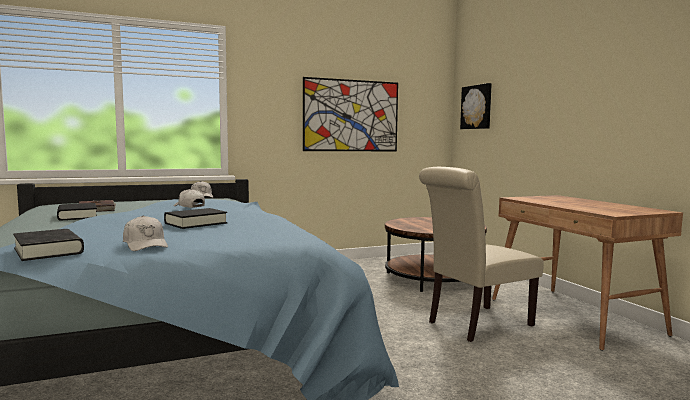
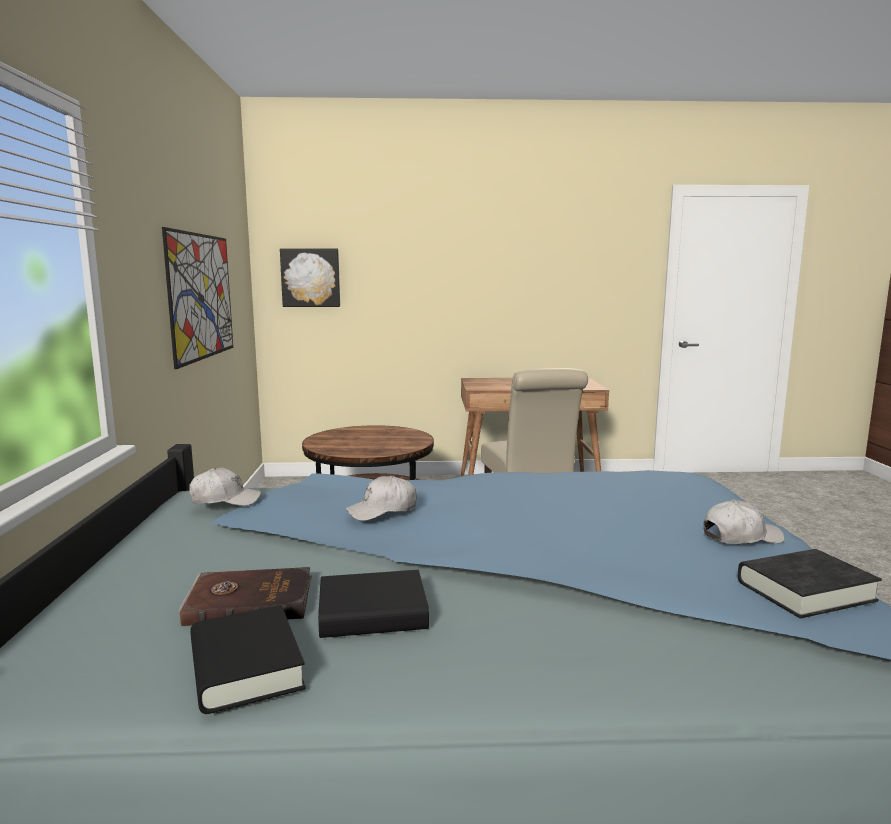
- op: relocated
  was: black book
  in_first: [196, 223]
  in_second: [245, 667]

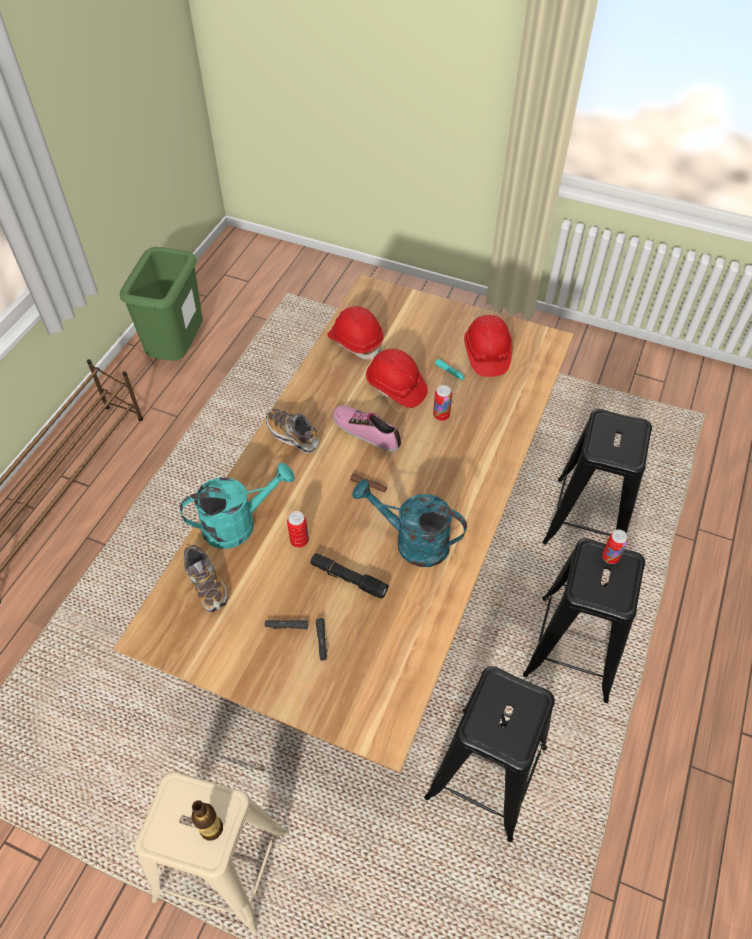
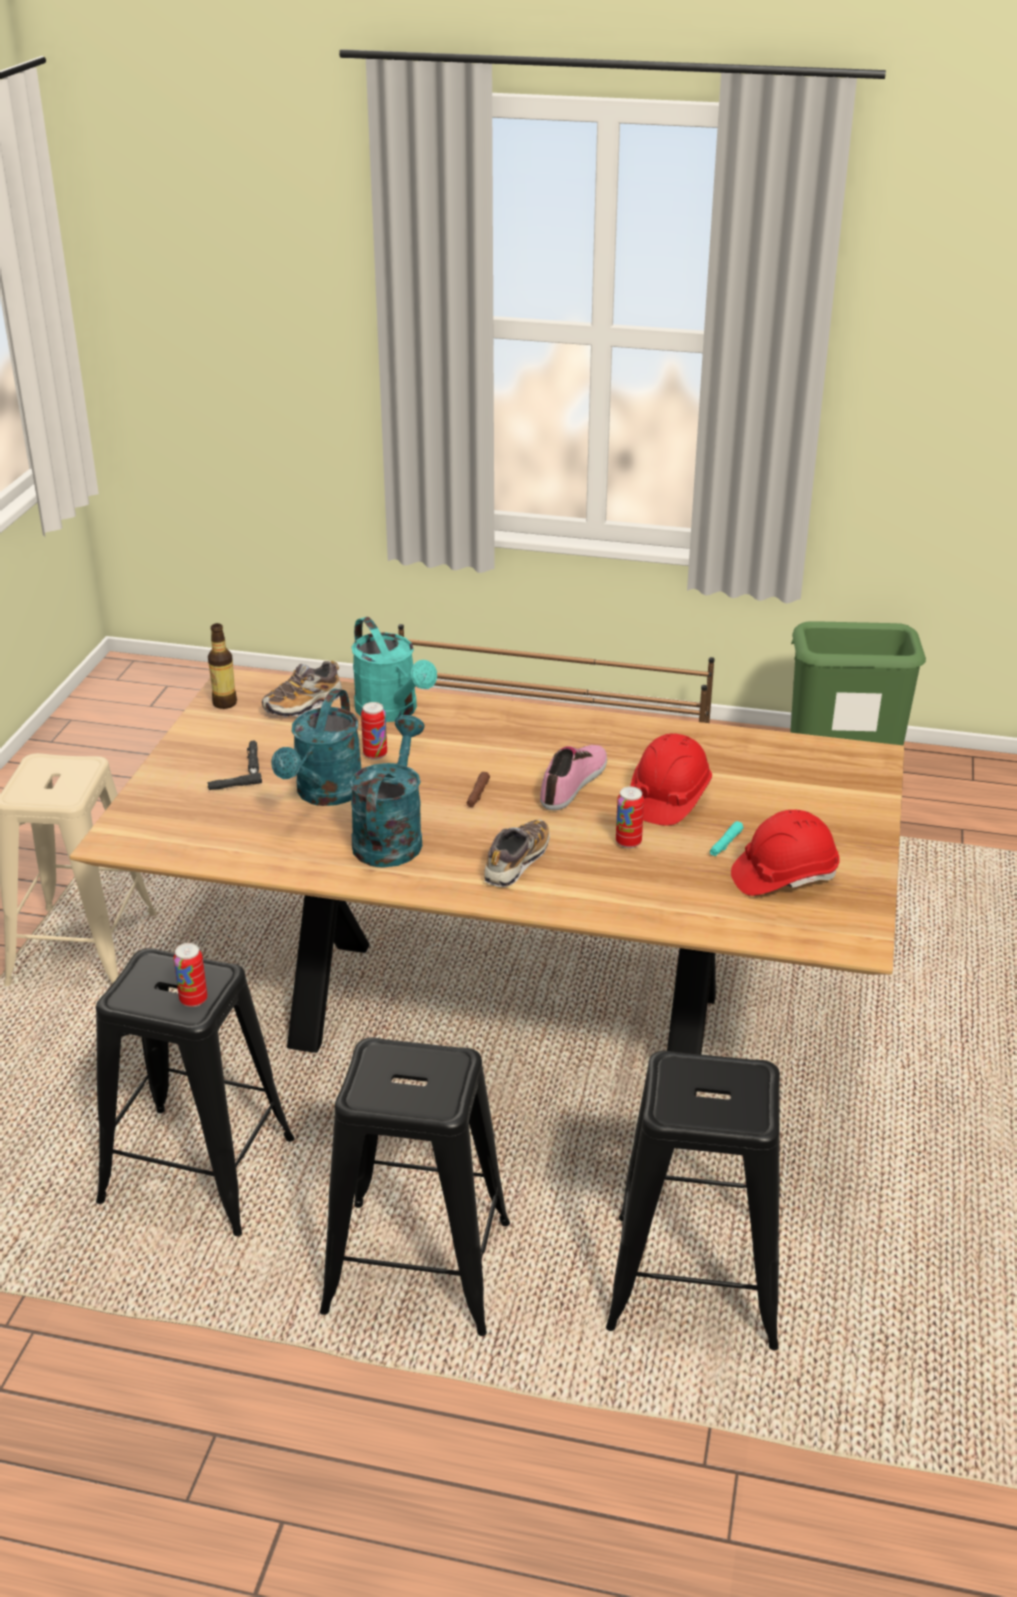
- op: missing
  was: red hard hat
  in_first: [355, 341]
- op: relocated
  was: bottle
  in_first: [212, 828]
  in_second: [225, 703]
- op: relocated
  was: shoe
  in_first: [293, 435]
  in_second: [516, 863]
- op: relocated
  was: can
  in_first: [610, 557]
  in_second: [193, 1000]
- op: exchanged
  was: black flashlight
  now: turquoise watering can
  in_first: [348, 578]
  in_second: [325, 795]

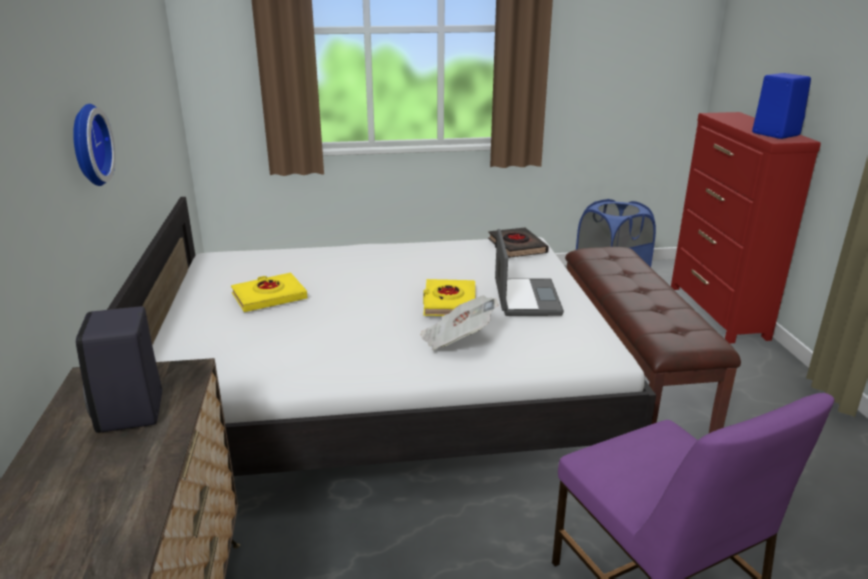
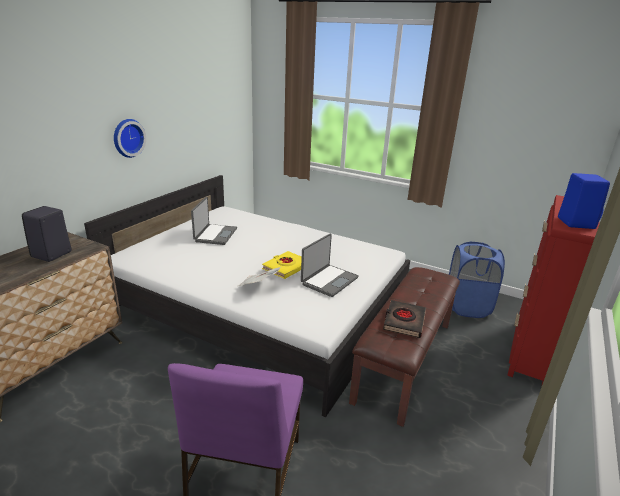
- op: relocated
  was: black book
  in_first: [516, 247]
  in_second: [404, 321]
- op: exchanged
  was: yellow book
  now: laptop
  in_first: [269, 297]
  in_second: [215, 235]

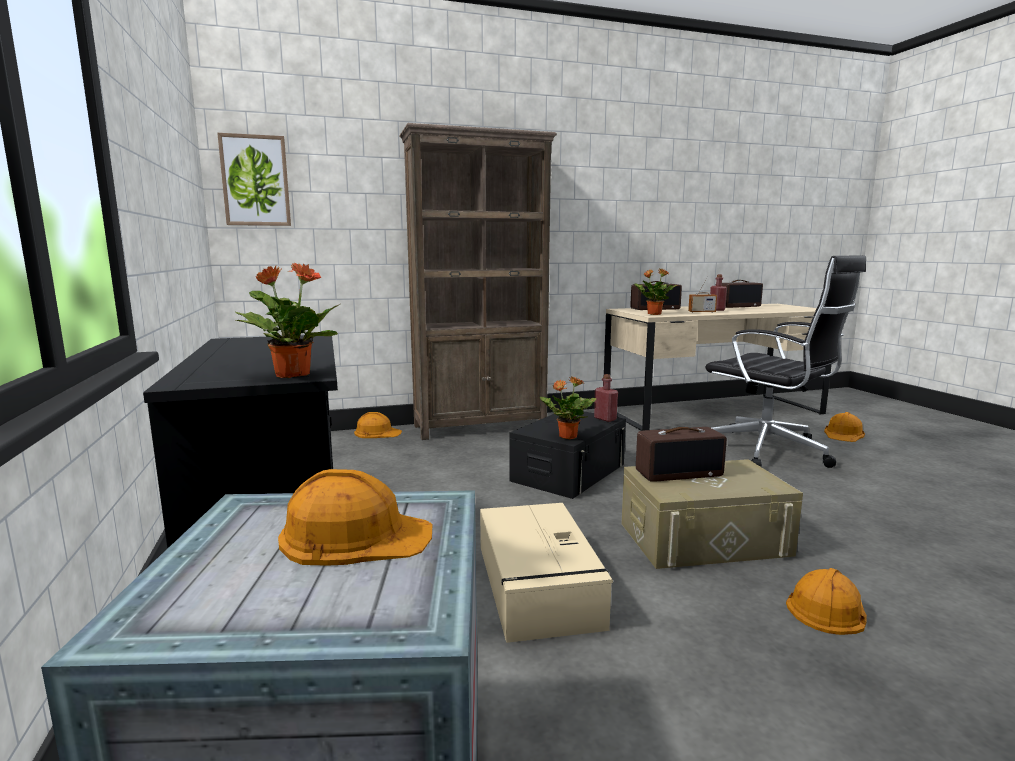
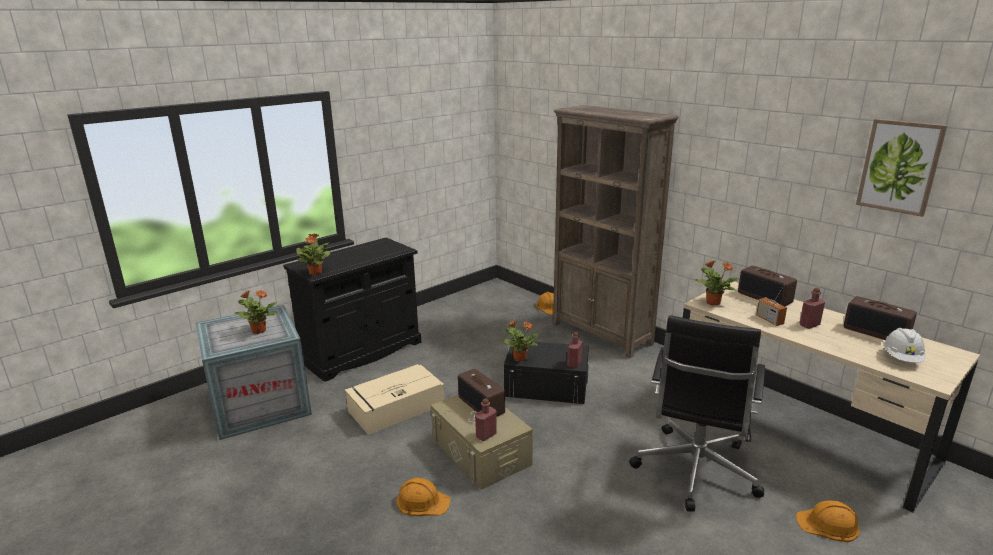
- op: appeared
  now: red bottle
  in_second: [486, 435]
- op: appeared
  now: white hard hat
  in_second: [902, 358]
- op: relocated
  was: picture
  in_first: [255, 181]
  in_second: [899, 166]
- op: exchanged
  was: orange hard hat
  now: potted plant
  in_first: [354, 535]
  in_second: [258, 331]

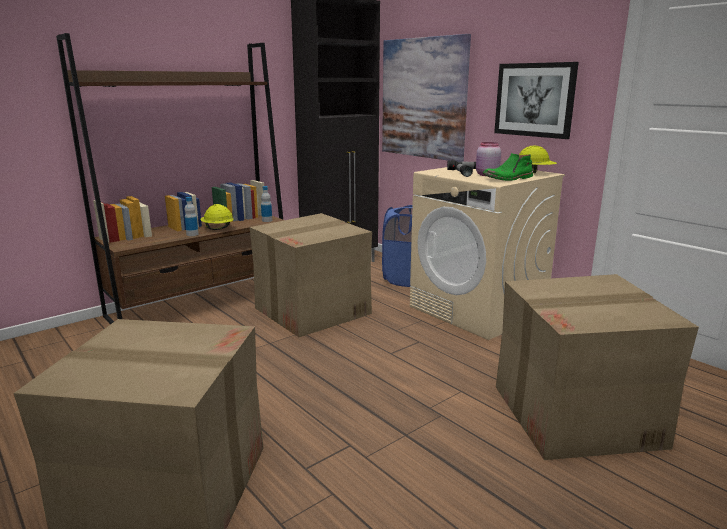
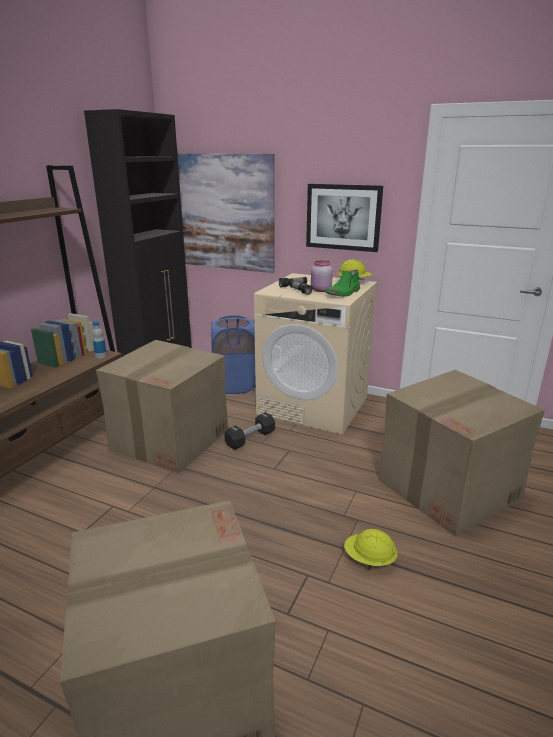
- op: missing
  was: bottle
  in_first: [192, 234]
- op: appeared
  now: black dumbbell
  in_second: [250, 439]
- op: relocated
  was: yellow hard hat
  in_first: [217, 228]
  in_second: [369, 560]

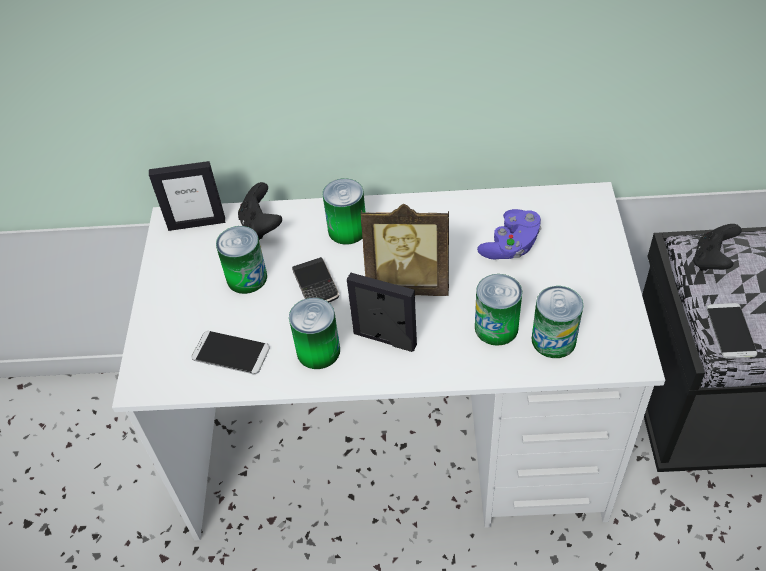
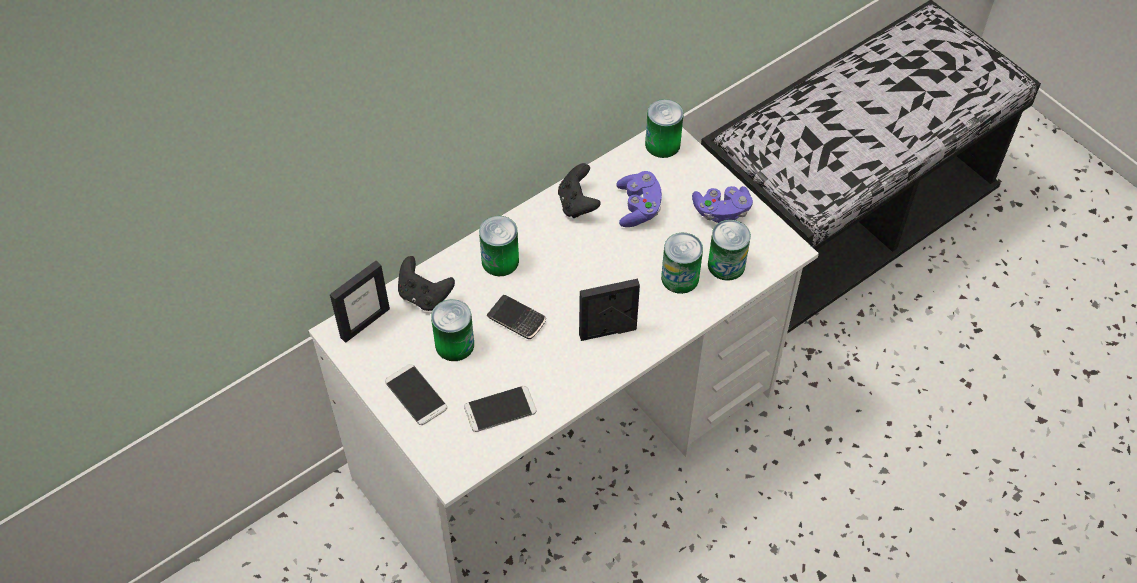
- op: missing
  was: picture frame
  in_first: [408, 283]
- op: appeared
  now: purple game controller
  in_second: [721, 211]
- op: relocated
  was: can
  in_first: [318, 351]
  in_second: [662, 144]
- op: relocated
  was: black game controller
  in_first: [712, 260]
  in_second: [577, 204]
- op: relocated
  was: phone
  in_first: [730, 331]
  in_second: [416, 395]

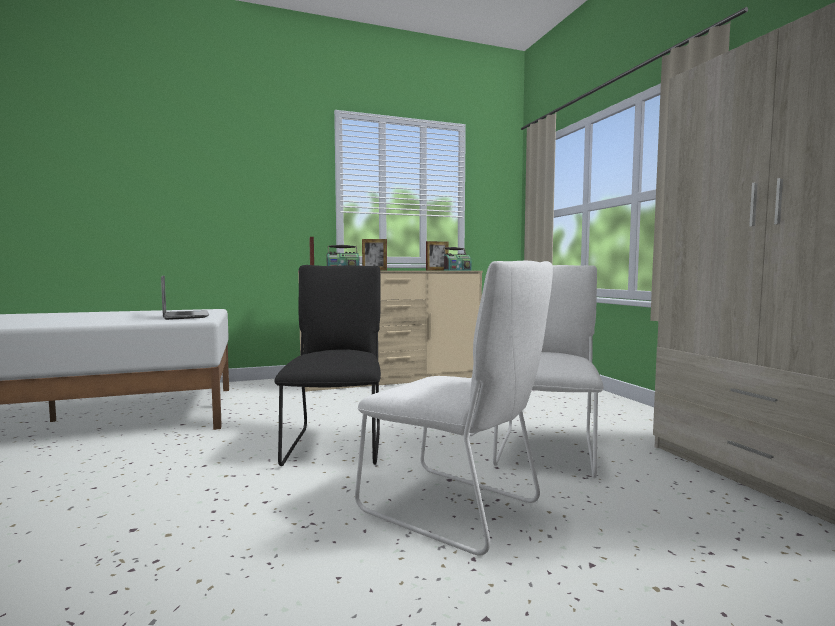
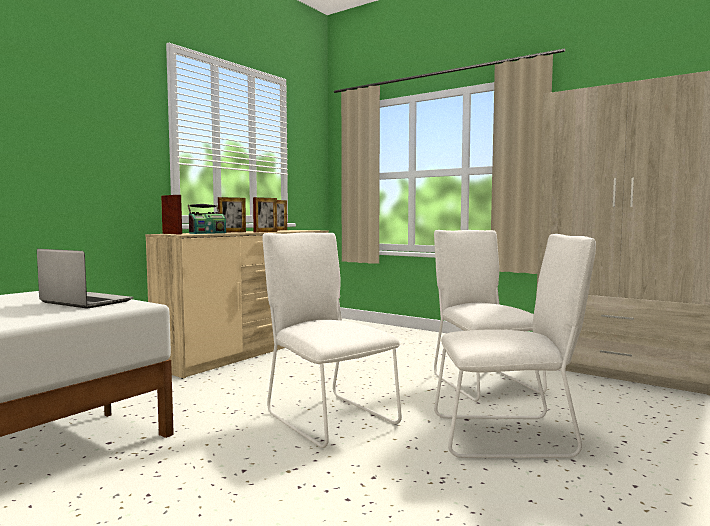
- op: missing
  was: radio
  in_first: [457, 270]
- op: appeared
  now: picture frame
  in_second: [265, 232]
- op: colour
  was: black chair
  now: white chair
  in_first: [336, 444]
  in_second: [327, 417]

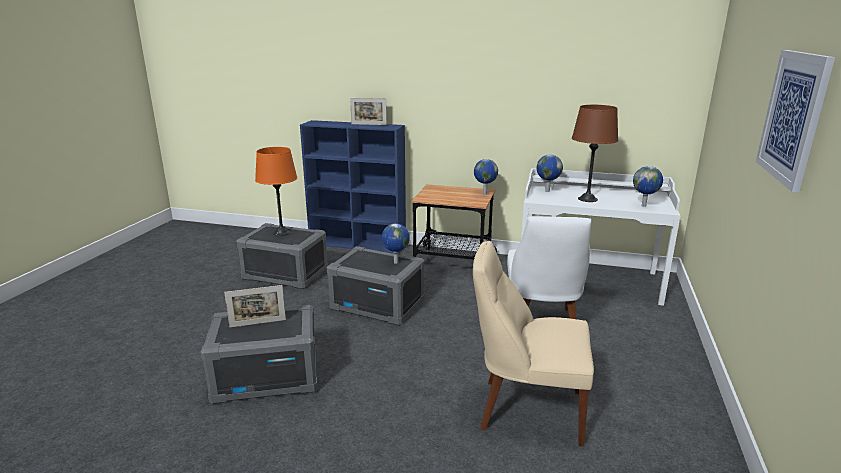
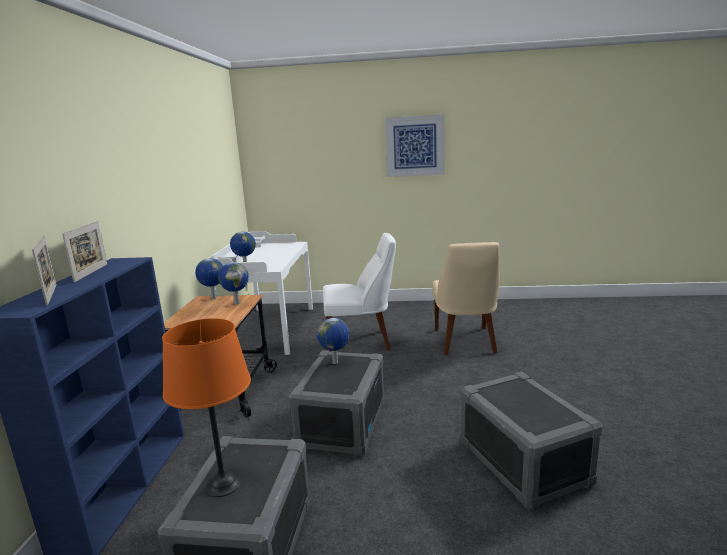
- op: missing
  was: brown table lamp
  in_first: [587, 199]
- op: relocated
  was: picture frame
  in_first: [258, 323]
  in_second: [51, 294]
- op: relocated
  was: globe
  in_first: [644, 206]
  in_second: [237, 303]

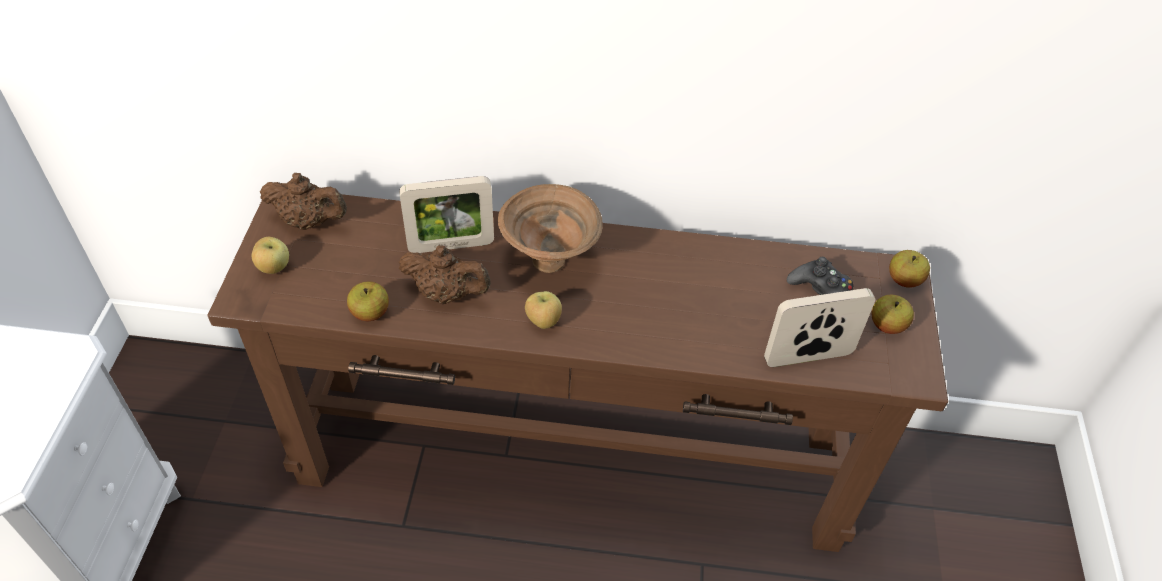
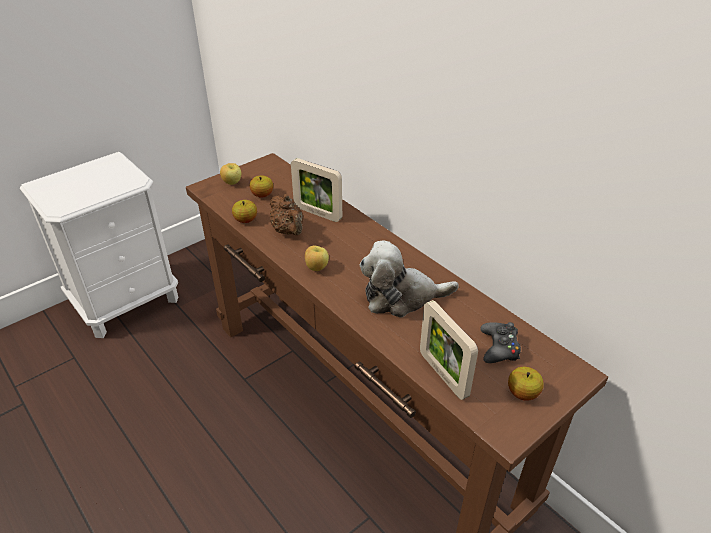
- op: missing
  was: brown teapot
  in_first: [309, 221]
- op: missing
  was: brown bowl
  in_first: [551, 262]
- op: appeared
  now: plush toy
  in_second: [401, 297]
- op: relocated
  was: apple
  in_first: [904, 280]
  in_second: [262, 195]
- op: spun
  was: picture frame
  in_first: [808, 357]
  in_second: [443, 375]
  clockwise: -150

